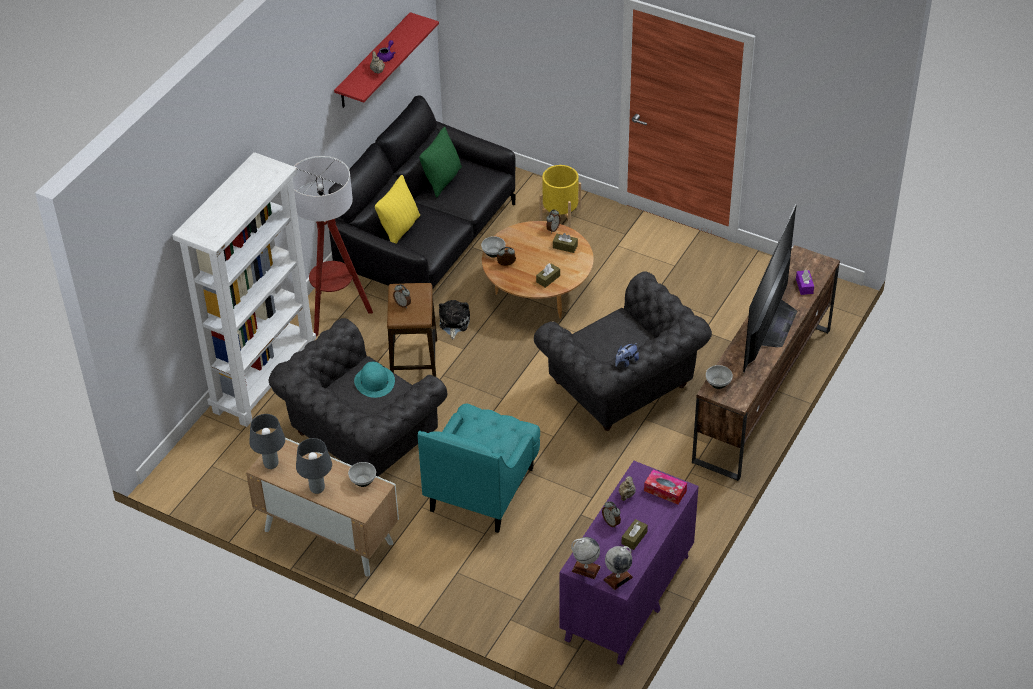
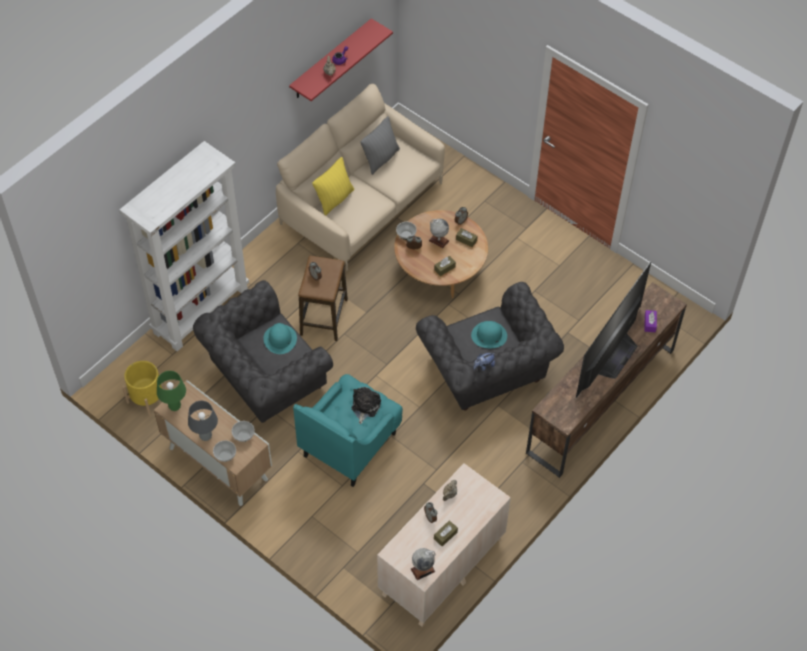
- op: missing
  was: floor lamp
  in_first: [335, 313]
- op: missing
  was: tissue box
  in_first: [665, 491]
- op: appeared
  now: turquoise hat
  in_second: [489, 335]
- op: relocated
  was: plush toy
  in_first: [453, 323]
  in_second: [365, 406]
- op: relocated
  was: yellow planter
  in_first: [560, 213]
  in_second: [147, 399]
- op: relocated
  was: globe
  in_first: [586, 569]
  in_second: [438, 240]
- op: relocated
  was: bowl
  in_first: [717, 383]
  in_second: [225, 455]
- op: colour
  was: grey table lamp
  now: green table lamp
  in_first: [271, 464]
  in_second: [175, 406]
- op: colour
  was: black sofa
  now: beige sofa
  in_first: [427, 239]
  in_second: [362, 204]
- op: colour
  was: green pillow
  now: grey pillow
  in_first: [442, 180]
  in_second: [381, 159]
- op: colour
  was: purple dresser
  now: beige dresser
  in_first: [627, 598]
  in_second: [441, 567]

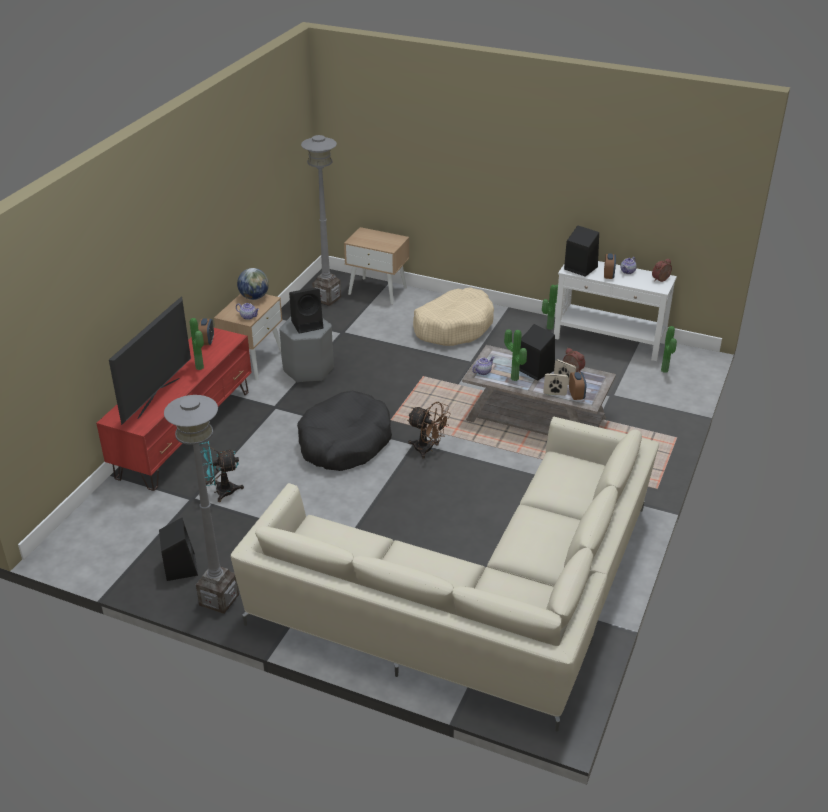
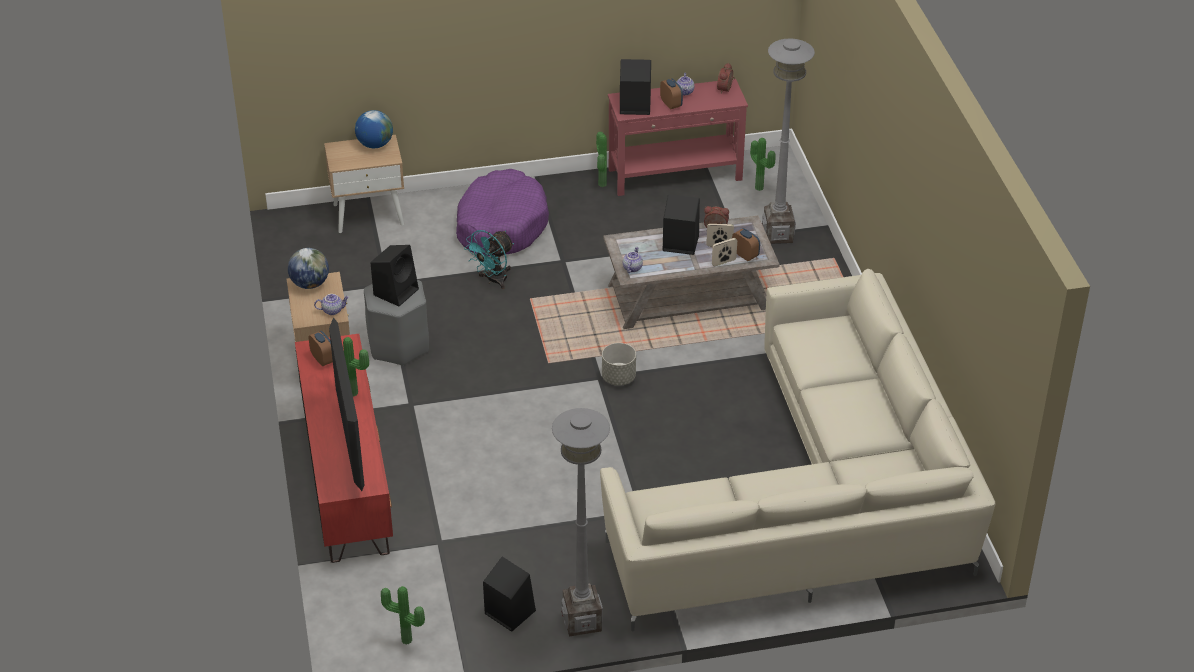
- op: missing
  was: black dog bed
  in_first: [344, 443]
- op: appeared
  now: globe
  in_second: [375, 144]
- op: relocated
  was: turquoise fan
  in_first: [220, 491]
  in_second: [493, 280]
- op: relocated
  was: grey floor lamp
  in_first: [327, 298]
  in_second: [777, 235]
- op: relocated
  was: potted plant
  in_first: [513, 379]
  in_second: [406, 642]
- op: exchanged
  was: brown fan
  now: grey planter
  in_first: [428, 449]
  in_second: [618, 378]
- op: colour
  was: beige dog bed
  now: purple dog bed
  in_first: [453, 327]
  in_second: [501, 225]
- op: colour
  was: white console table
  now: red console table
  in_first: [609, 340]
  in_second: [676, 175]

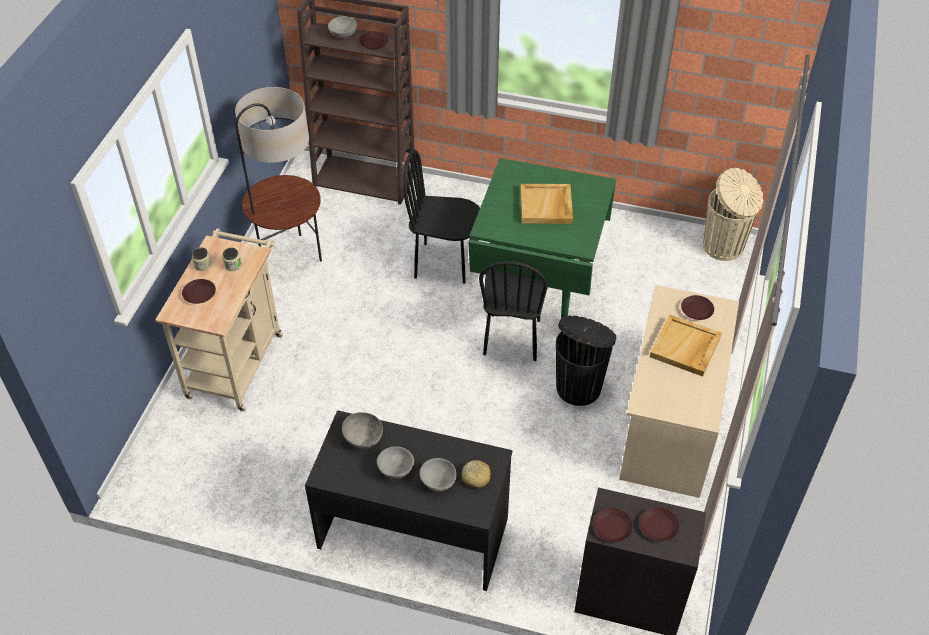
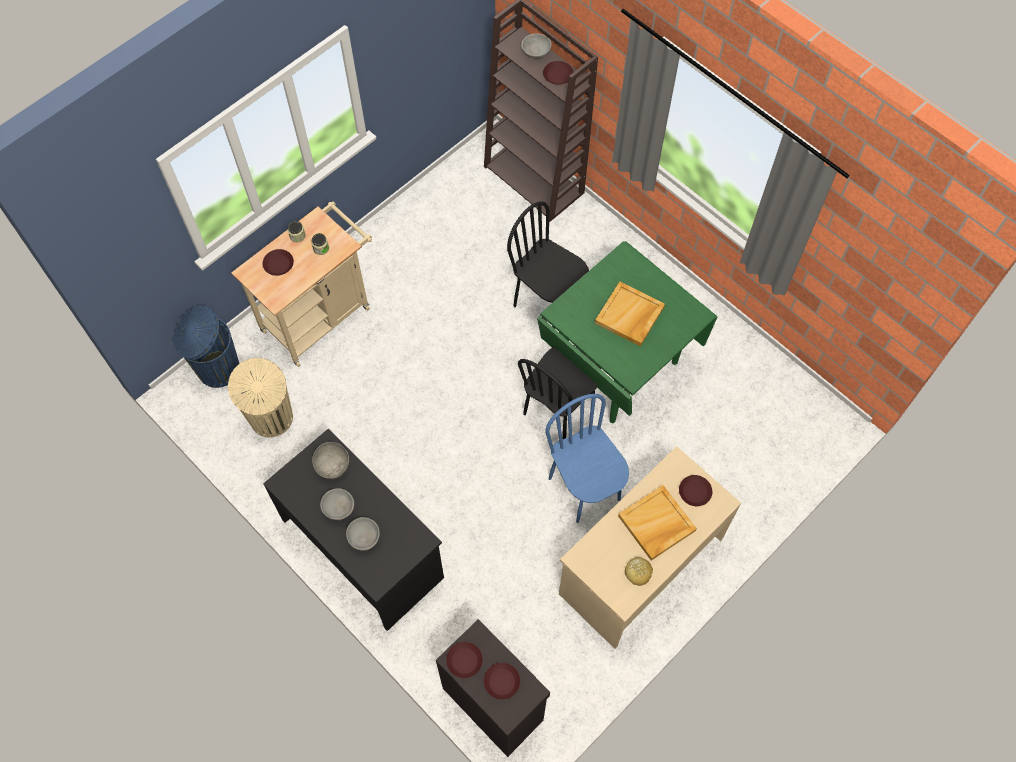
- op: missing
  was: floor lamp
  in_first: [290, 256]
- op: appeared
  now: blue trash can
  in_second: [217, 369]
- op: relocated
  was: bread
  in_first: [476, 477]
  in_second: [638, 572]
- op: relocated
  was: beige trash can
  in_first: [724, 247]
  in_second: [272, 419]
- op: exchanged
  was: black trash can
  now: blue chair
  in_first: [579, 386]
  in_second: [585, 488]

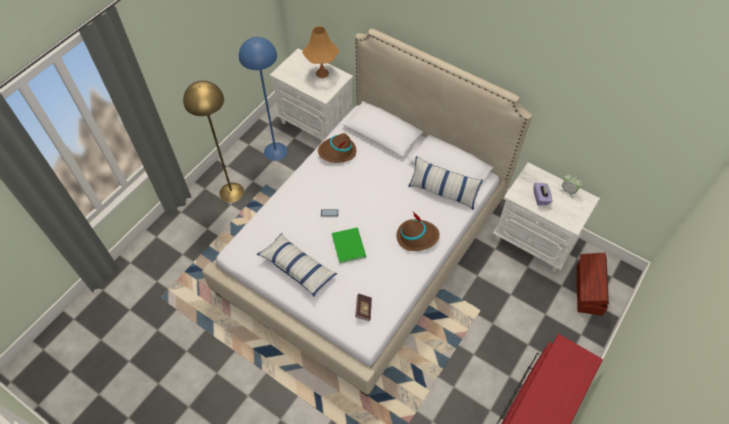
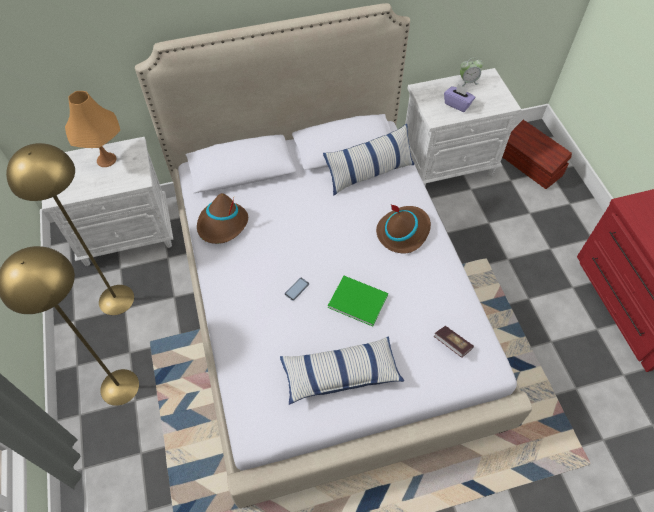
- op: colour
  was: blue floor lamp
  now: yellow floor lamp
  in_first: [275, 151]
  in_second: [116, 299]

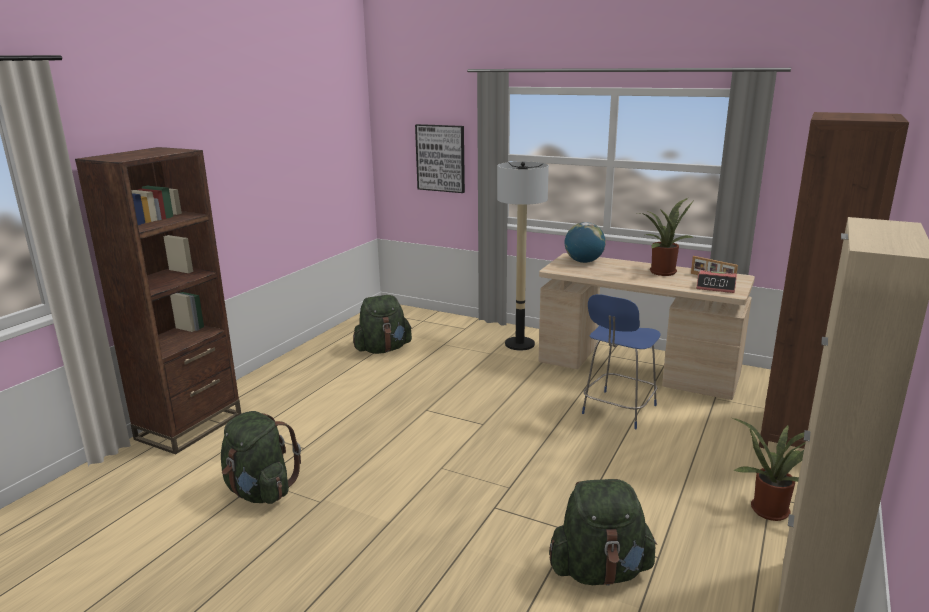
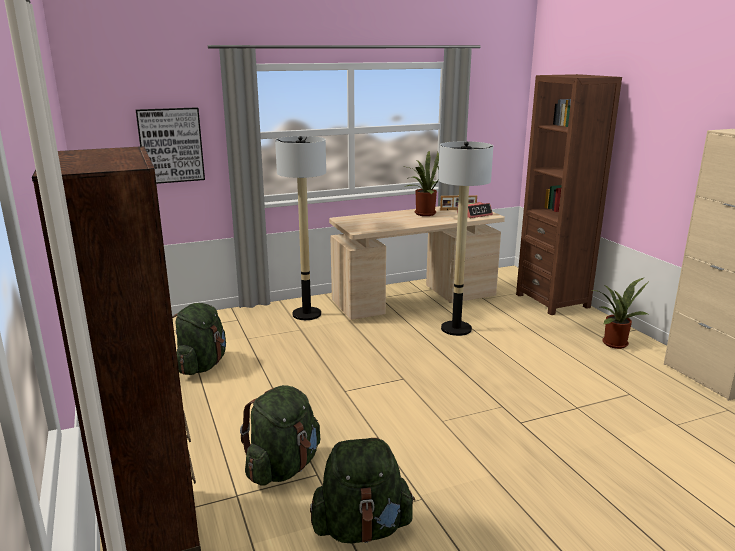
- op: missing
  was: globe
  in_first: [583, 262]
- op: relocated
  was: green backpack
  in_first: [600, 571]
  in_second: [283, 467]
- op: exchanged
  was: blue stool
  now: floor lamp
  in_first: [618, 410]
  in_second: [456, 329]

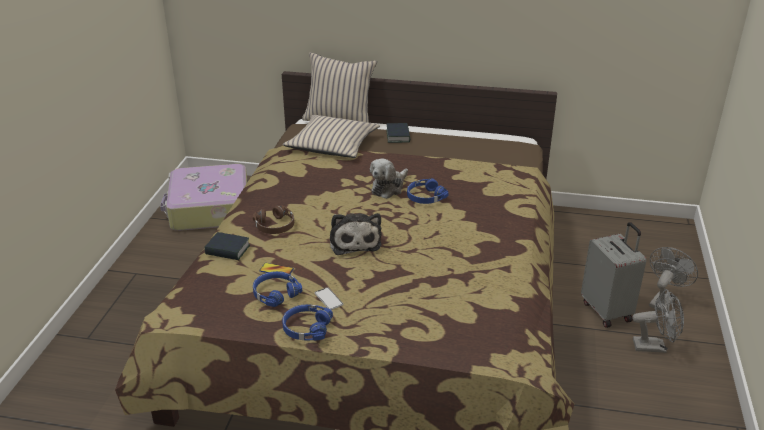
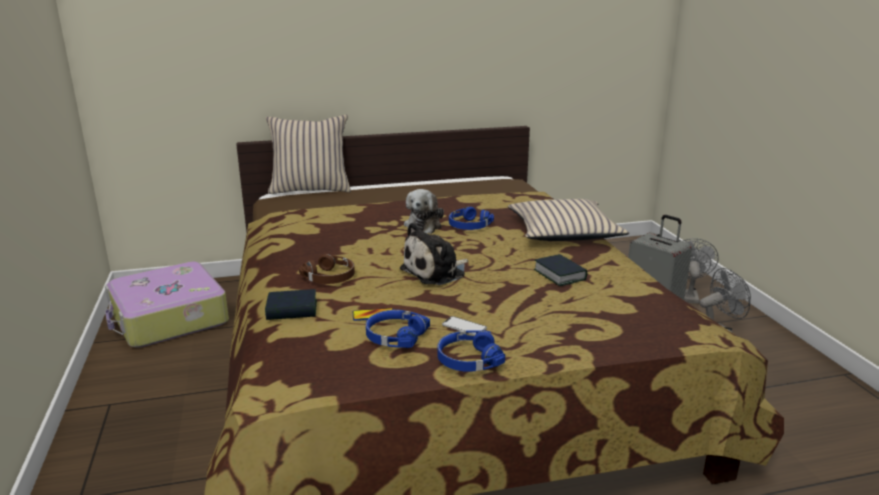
- op: relocated
  was: beige pillow
  in_first: [332, 145]
  in_second: [563, 232]
- op: relocated
  was: book
  in_first: [398, 136]
  in_second: [559, 275]
- op: spun
  was: plush toy
  in_first: [354, 241]
  in_second: [436, 272]
  clockwise: 90

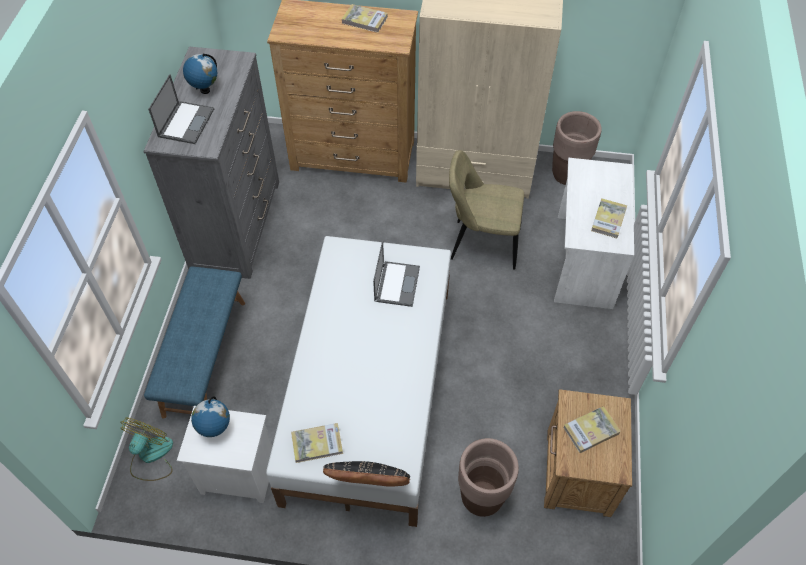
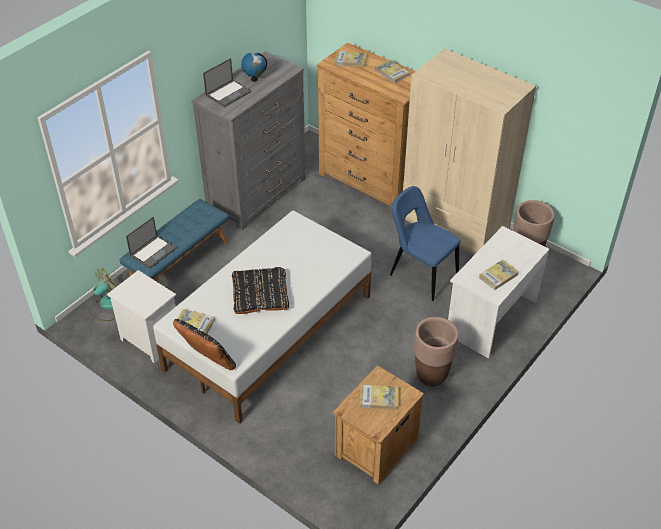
- op: missing
  was: globe
  in_first: [215, 429]
- op: appeared
  now: black pillow
  in_second: [260, 294]
- op: appeared
  now: book
  in_second: [350, 60]
- op: relocated
  was: laptop
  in_first: [397, 283]
  in_second: [153, 251]
- op: relocated
  was: brown planter
  in_first: [482, 498]
  in_second: [431, 375]
- op: colour
  was: beige chair
  now: blue chair
  in_first: [481, 244]
  in_second: [421, 274]

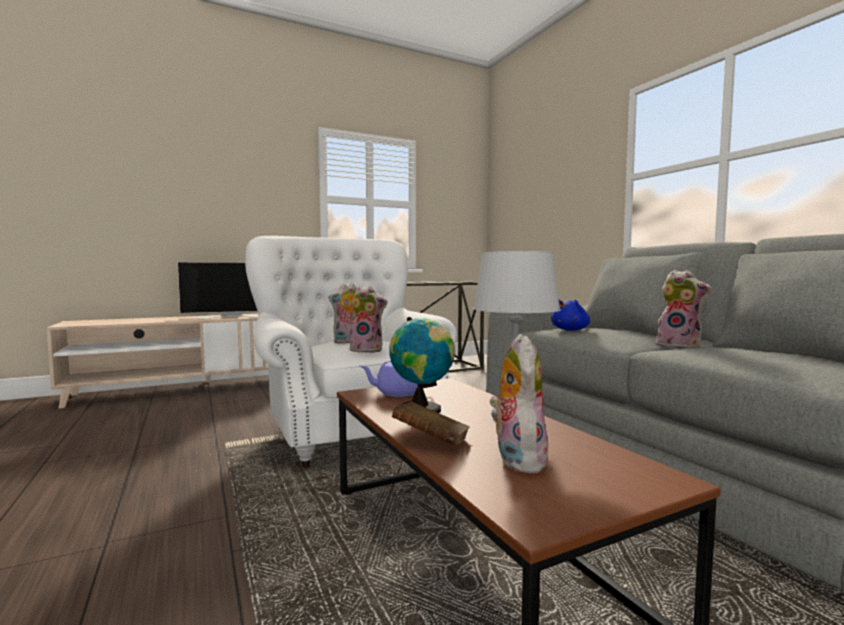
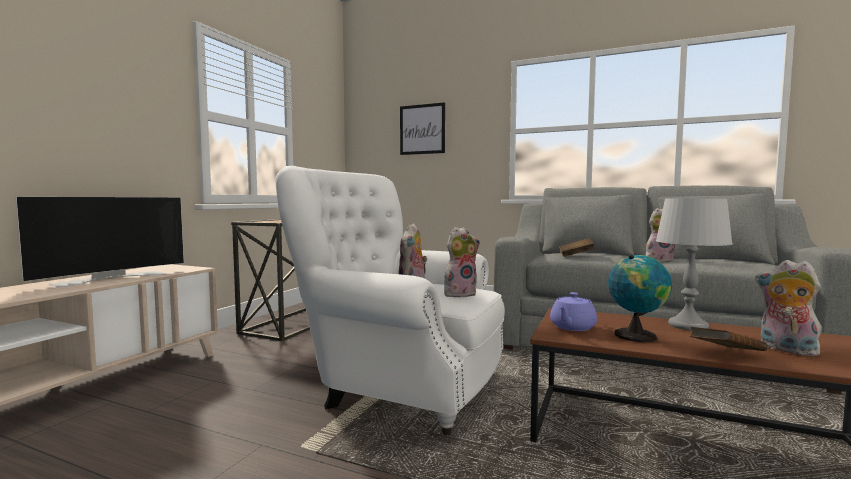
- op: appeared
  now: picture
  in_second: [422, 129]
- op: exchanged
  was: blue plush toy
  now: brown book
  in_first: [571, 330]
  in_second: [575, 256]

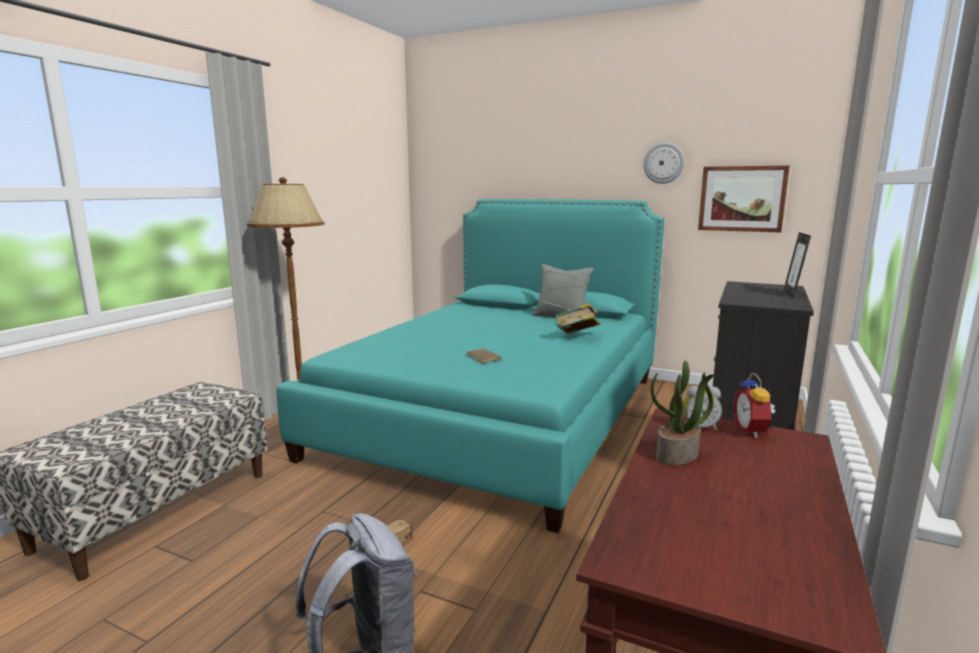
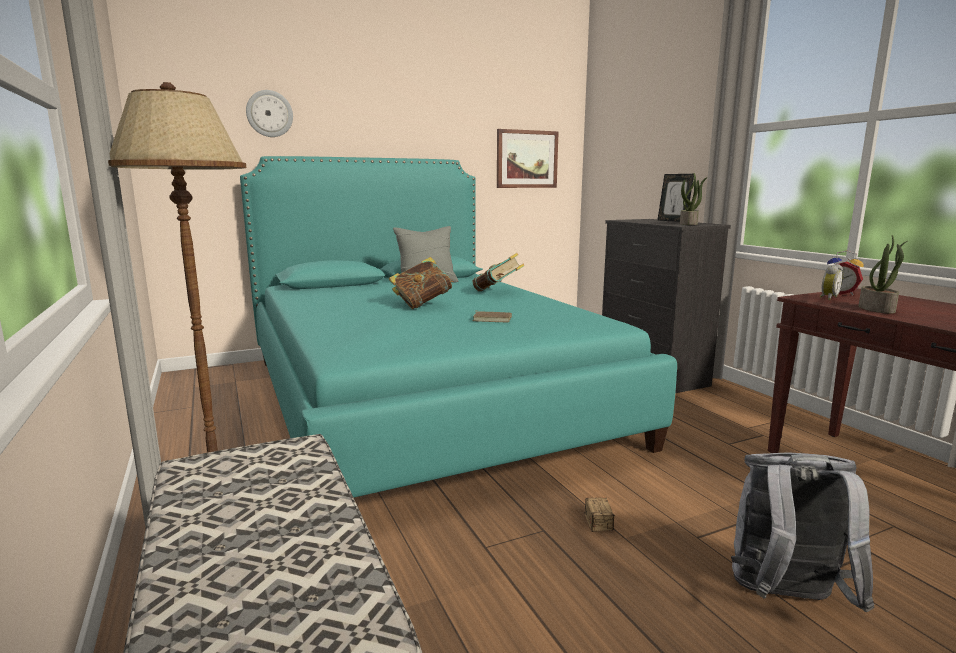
- op: appeared
  now: book
  in_second: [422, 304]
- op: appeared
  now: potted plant
  in_second: [689, 224]
- op: relocated
  was: wall clock
  in_first: [663, 163]
  in_second: [269, 113]

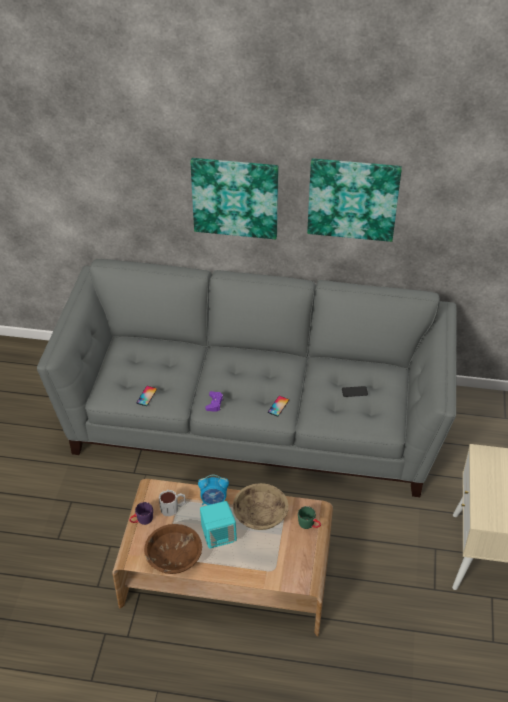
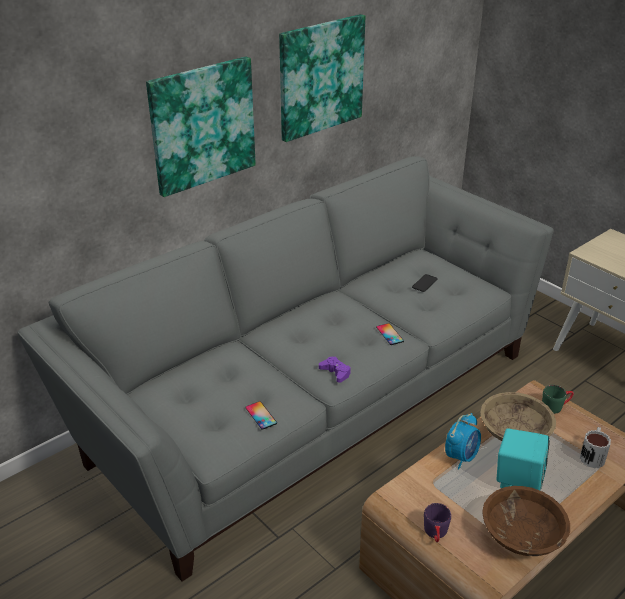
- op: relocated
  was: mug
  in_first: [173, 508]
  in_second: [592, 455]

